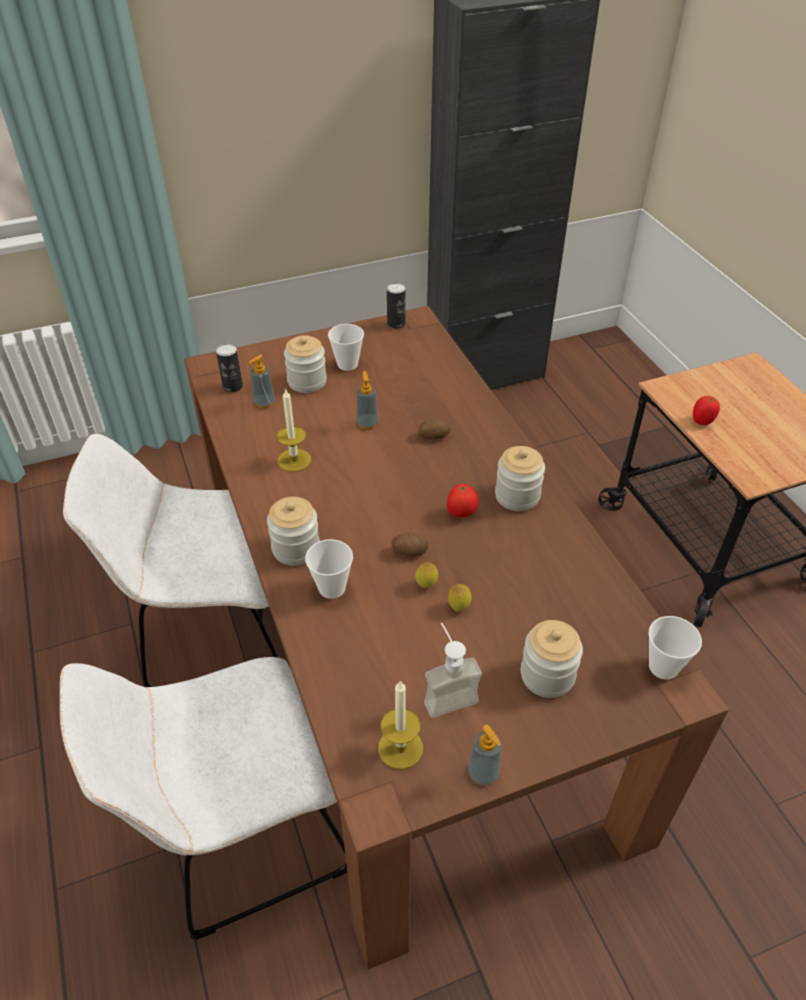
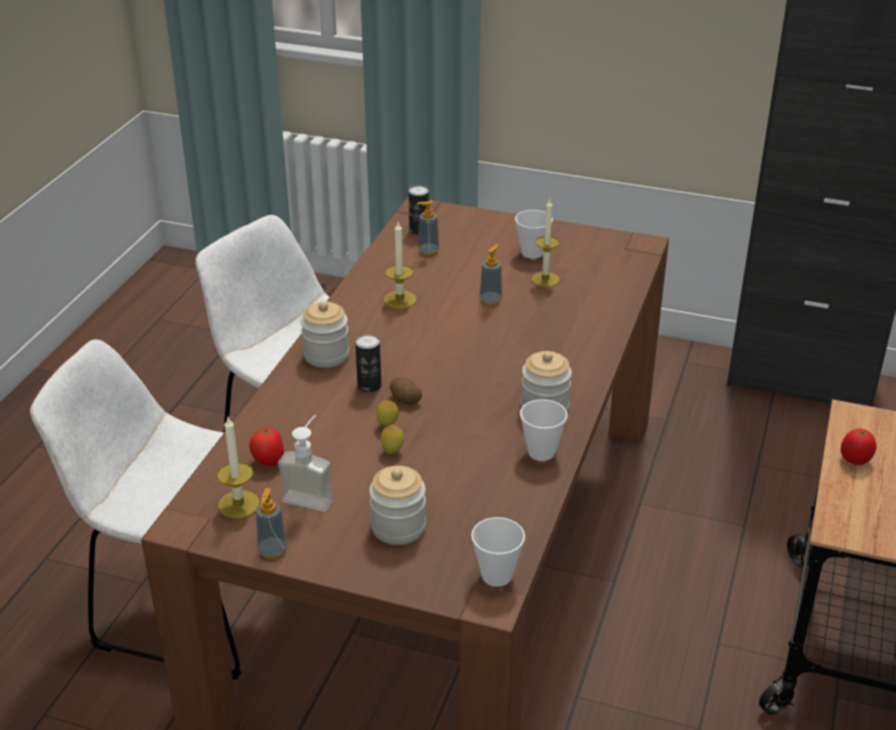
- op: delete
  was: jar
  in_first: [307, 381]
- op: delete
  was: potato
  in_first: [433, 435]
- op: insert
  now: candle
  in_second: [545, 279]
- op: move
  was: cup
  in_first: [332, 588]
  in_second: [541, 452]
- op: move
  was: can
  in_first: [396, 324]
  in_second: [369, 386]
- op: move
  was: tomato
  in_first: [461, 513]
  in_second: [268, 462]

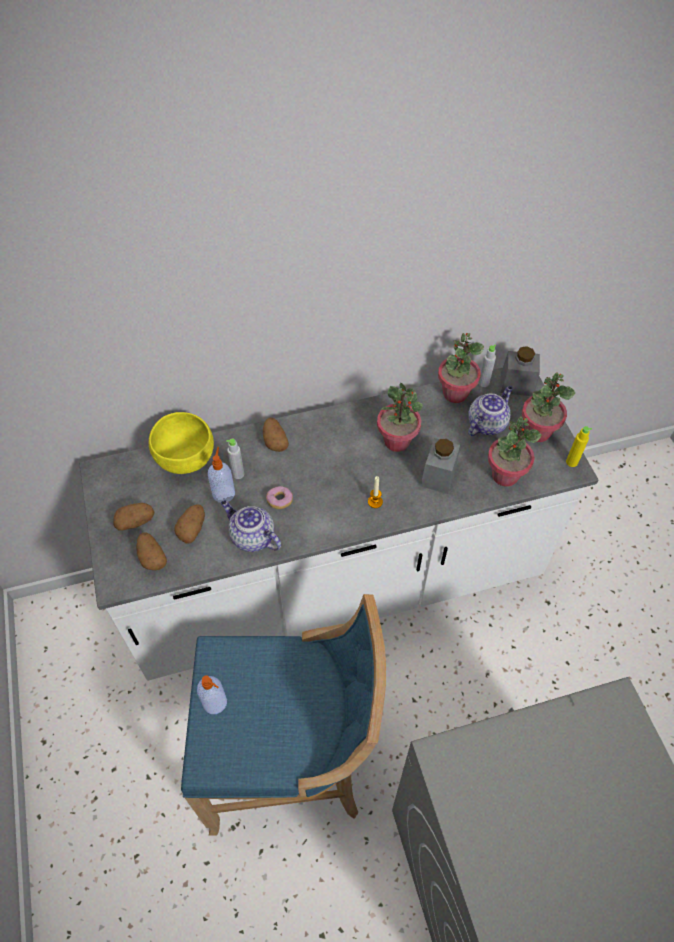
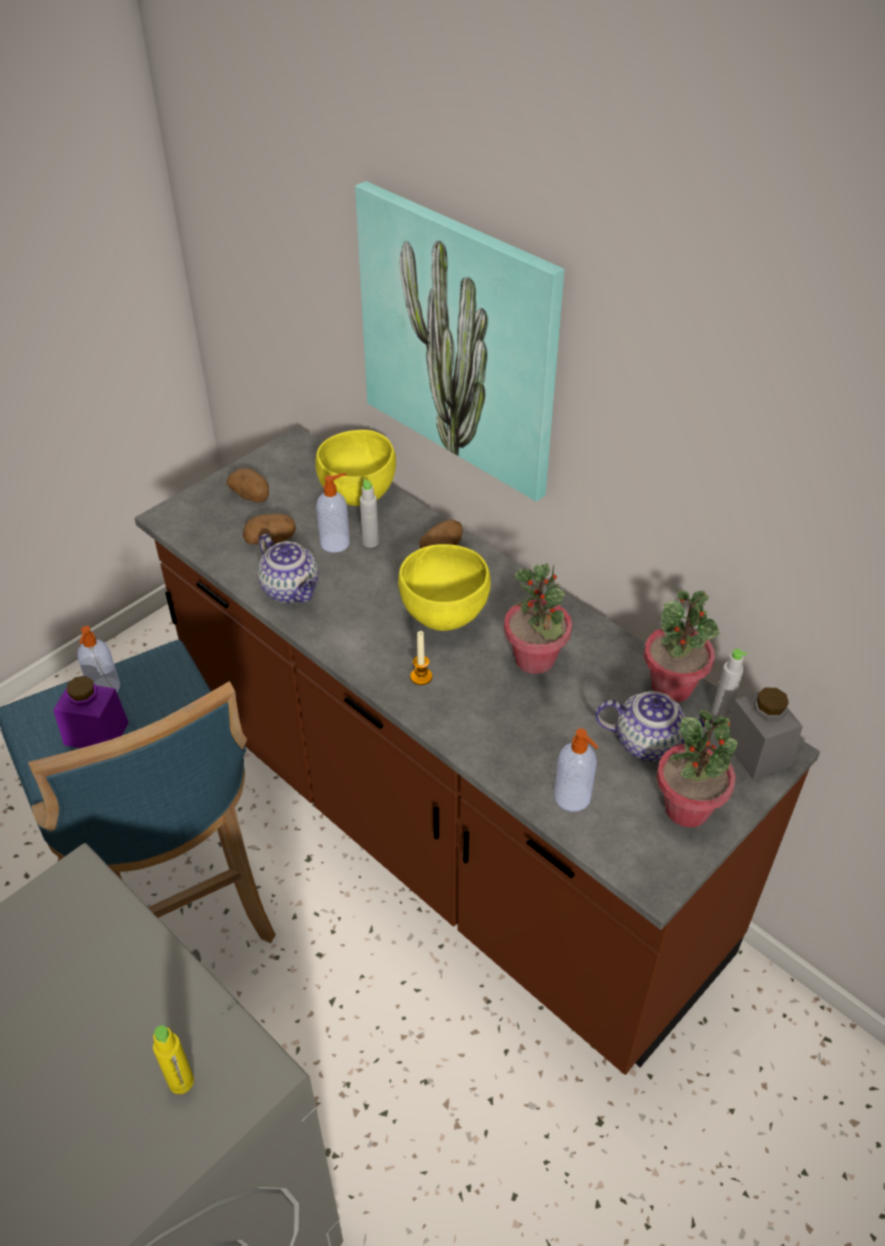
- op: delete
  was: potato
  in_first: [152, 557]
- op: delete
  was: donut
  in_first: [279, 501]
- op: delete
  was: grey jar
  in_first: [438, 475]
- op: insert
  now: purple jar
  in_second: [96, 733]
- op: insert
  now: picture
  in_second: [458, 341]
- op: insert
  now: yellow bowl
  in_second: [443, 615]
- op: move
  was: yellow bottle
  in_first: [571, 462]
  in_second: [181, 1082]
- op: replace
  was: potted plant
  now: soap dispenser
  in_first: [504, 475]
  in_second: [573, 798]
- op: recolor
  was: white counter
  now: brown counter
  in_first: [337, 584]
  in_second: [442, 832]
- op: rotate
  was: teapot
  in_first: [251, 537]
  in_second: [292, 590]
  clockwise: 135

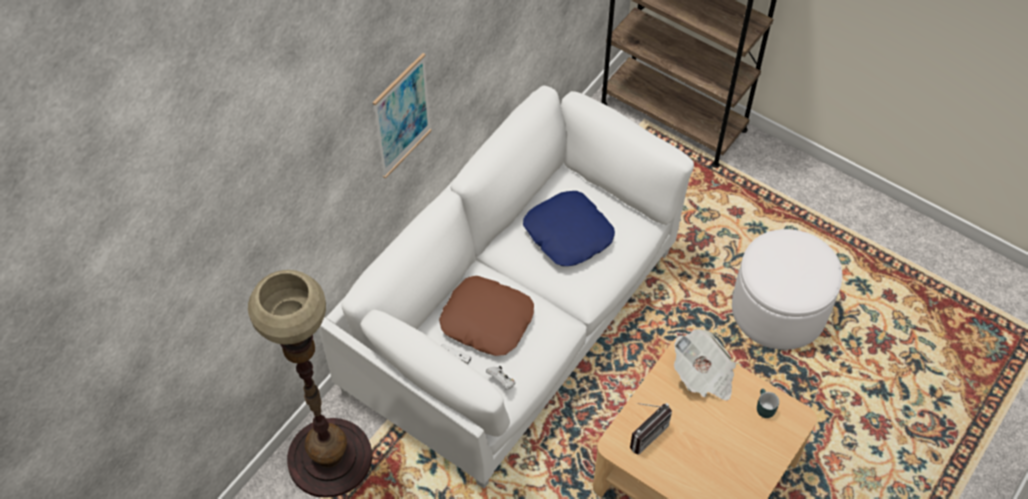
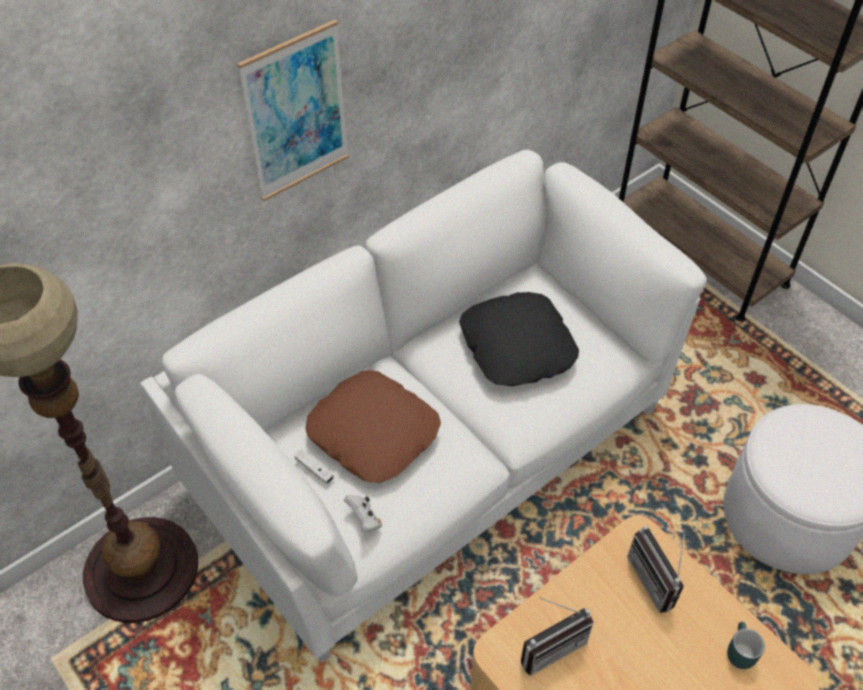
- op: replace
  was: newspaper
  now: radio
  in_first: [703, 375]
  in_second: [657, 580]
- op: recolor
  was: blue pillow
  now: black pillow
  in_first: [568, 234]
  in_second: [516, 347]

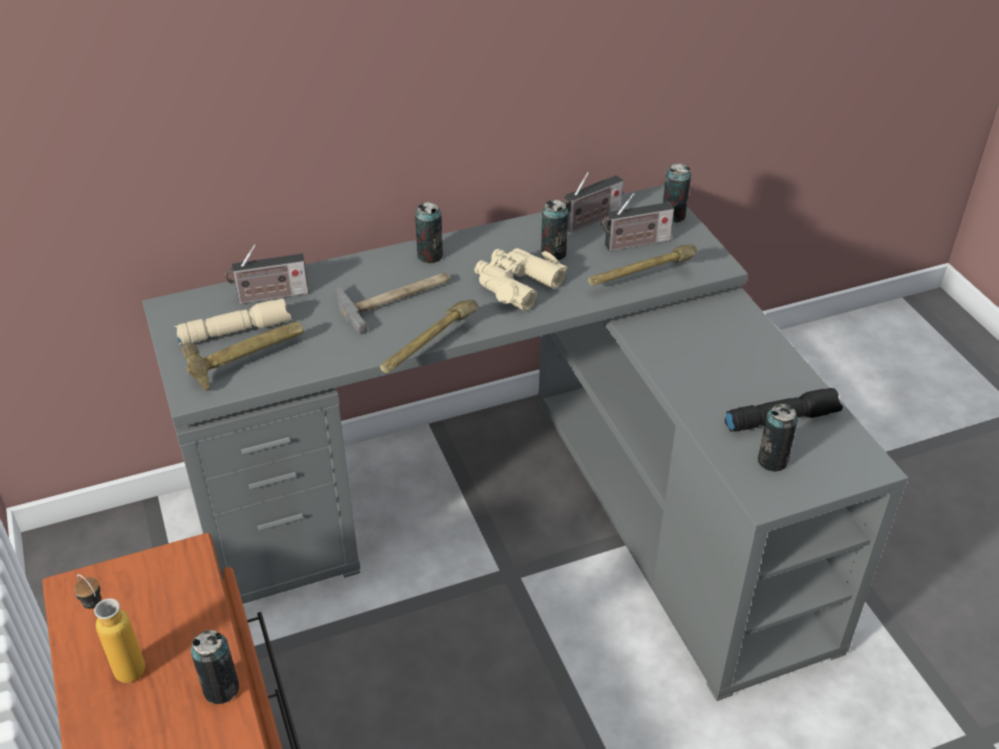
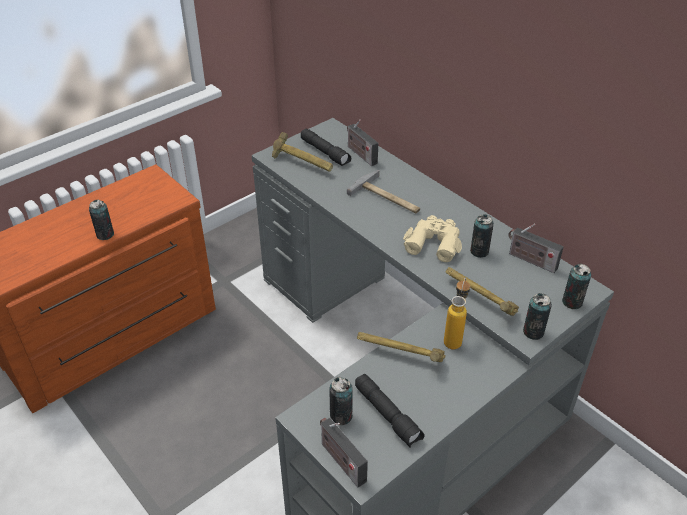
- op: move
  was: bottle
  in_first: [122, 663]
  in_second: [454, 338]
- op: move
  was: hammer
  in_first: [427, 350]
  in_second: [400, 355]
- op: move
  was: can
  in_first: [430, 256]
  in_second: [533, 332]
- op: move
  was: radio
  in_first: [634, 244]
  in_second: [341, 460]
- op: recolor
  was: beige flashlight
  now: black flashlight
  in_first: [236, 330]
  in_second: [325, 152]

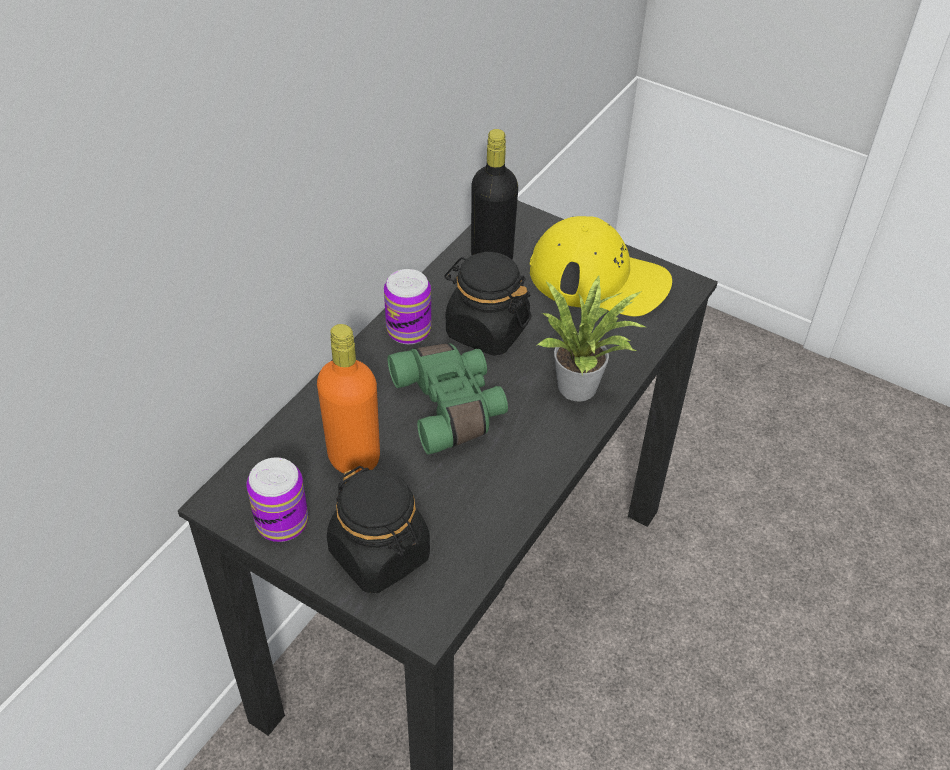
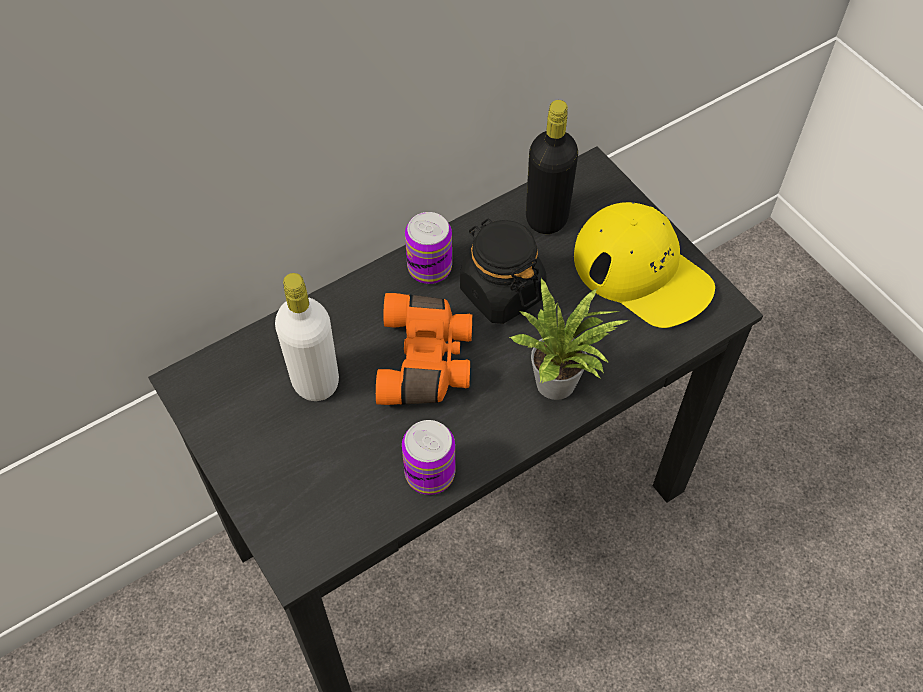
- op: delete
  was: black jar
  in_first: [380, 554]
- op: move
  was: can
  in_first: [282, 522]
  in_second: [430, 474]
- op: recolor
  was: orange bottle
  now: white bottle
  in_first: [354, 458]
  in_second: [315, 381]
- op: recolor
  was: green binoculars
  now: orange binoculars
  in_first: [451, 406]
  in_second: [427, 361]

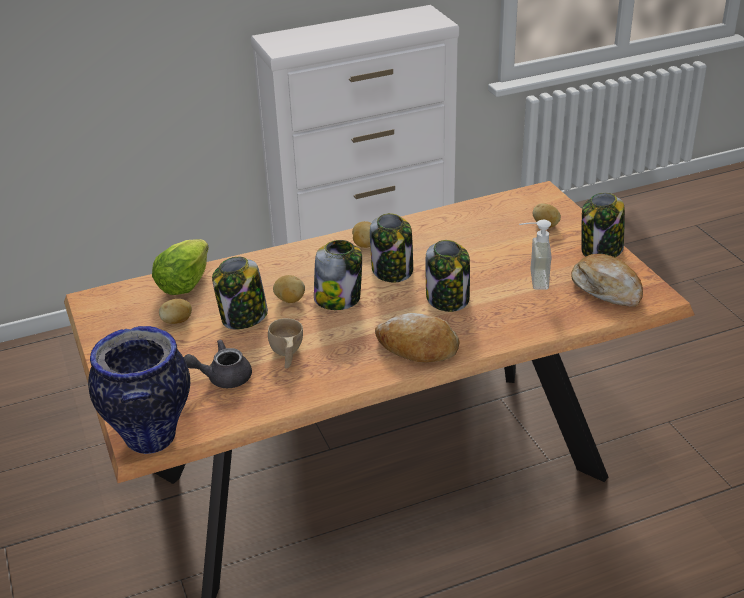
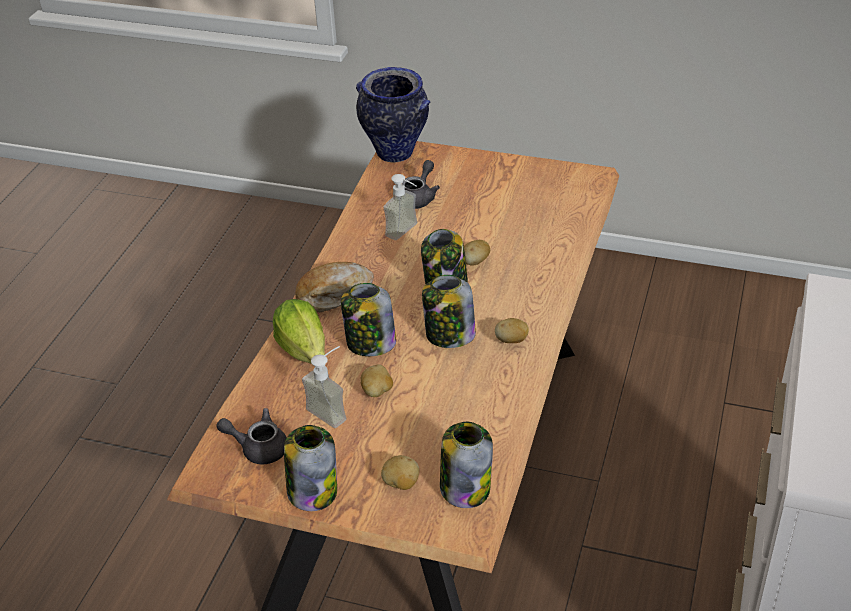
- op: move
  was: lettuce
  in_first: [184, 284]
  in_second: [304, 349]
- op: move
  was: potato
  in_first: [177, 321]
  in_second: [377, 391]
- op: move
  was: jar
  in_first: [243, 317]
  in_second: [465, 487]
- op: replace
  was: beige cup
  now: soap dispenser
  in_first: [286, 355]
  in_second: [407, 232]
- op: replace
  was: bread
  now: grey teapot
  in_first: [606, 289]
  in_second: [258, 448]

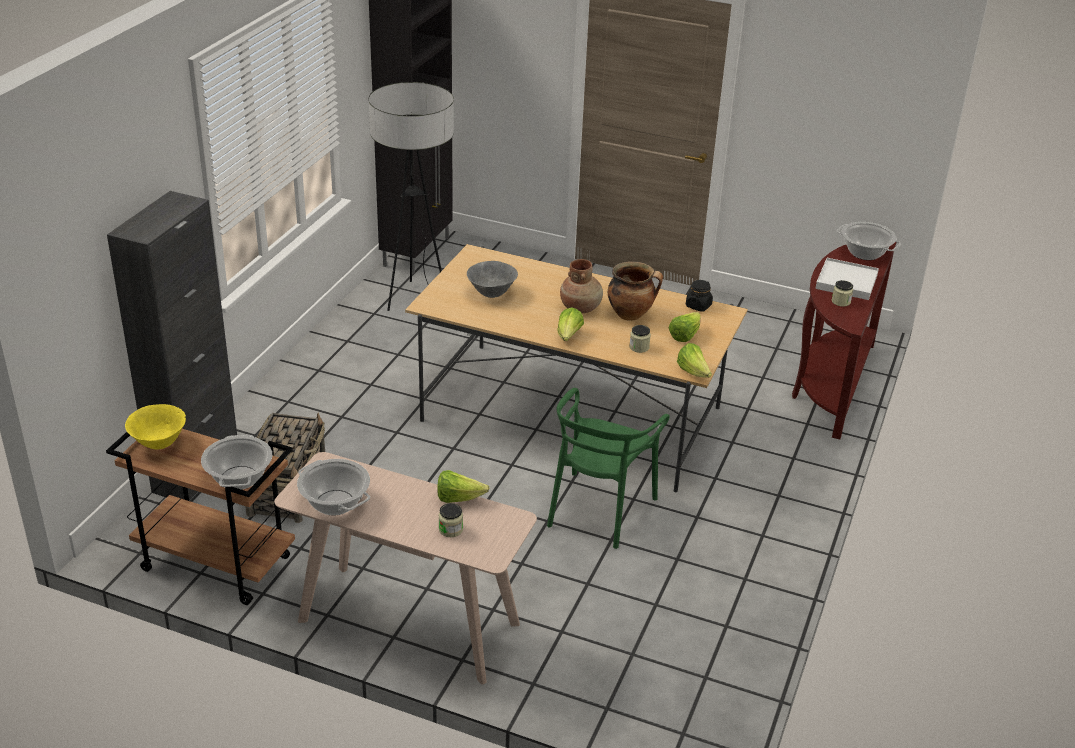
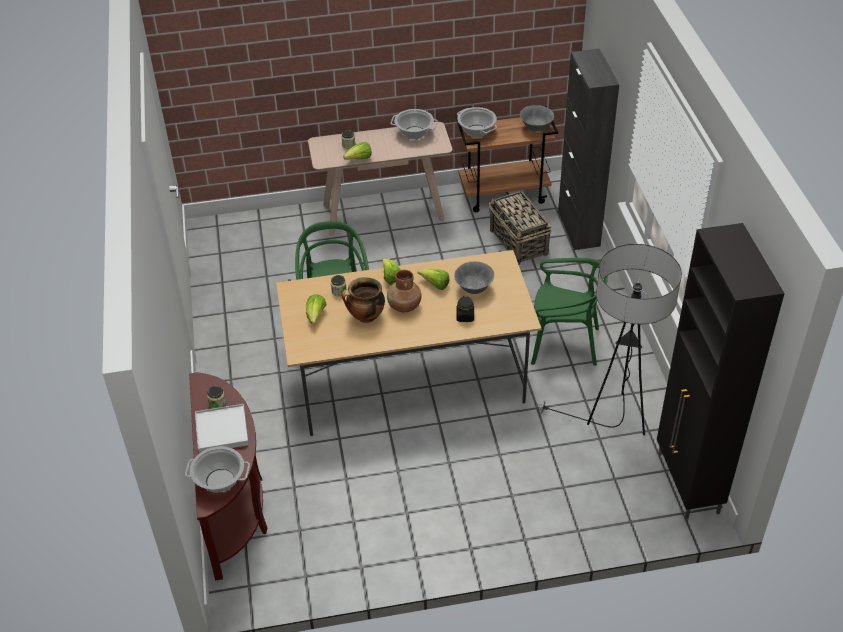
- op: insert
  now: green chair
  in_second: [564, 343]
- op: move
  was: lettuce
  in_first: [693, 372]
  in_second: [435, 285]
- op: move
  was: black jar
  in_first: [698, 306]
  in_second: [465, 317]
- op: recolor
  was: yellow bowl
  now: grey bowl
  in_first: [159, 443]
  in_second: [536, 128]

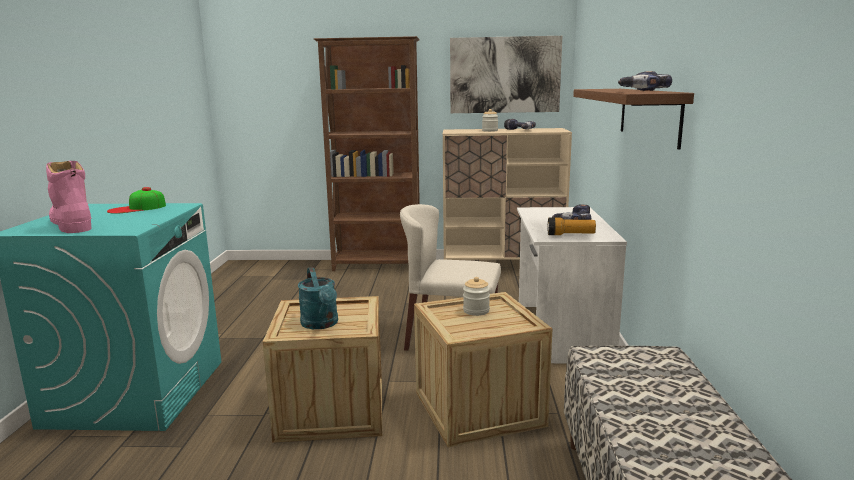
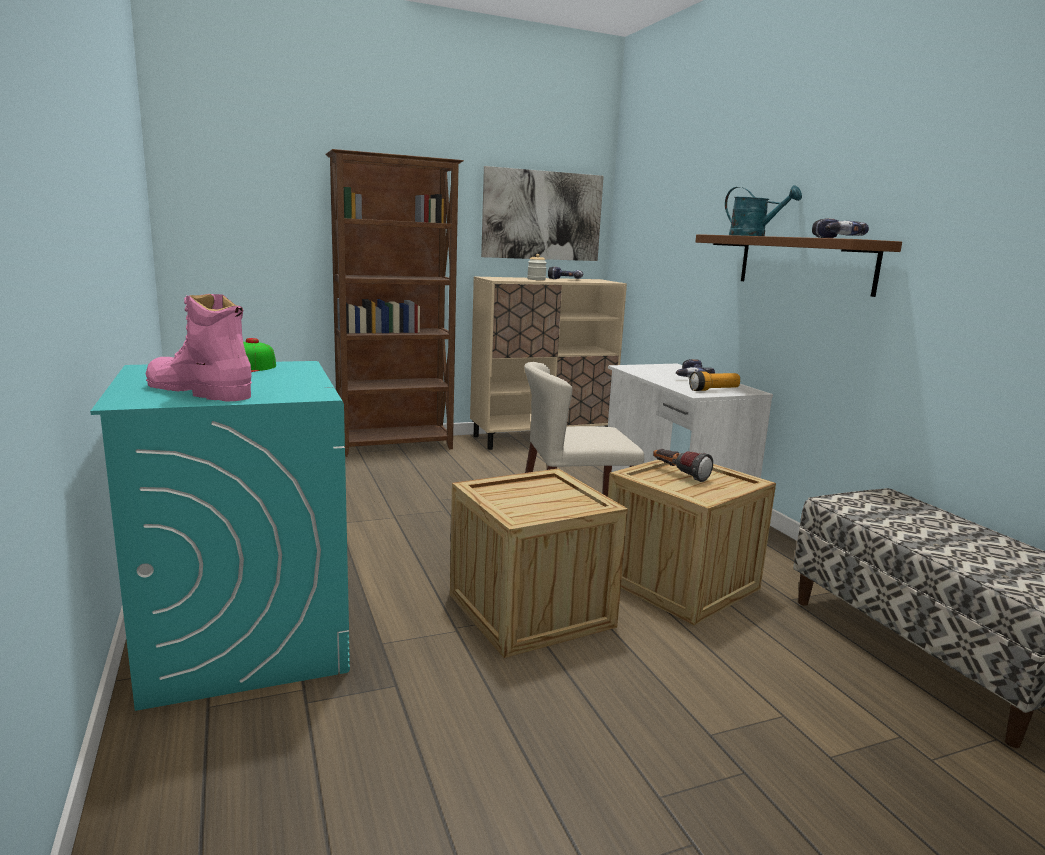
- op: move
  was: turquoise watering can
  in_first: [321, 324]
  in_second: [753, 236]
- op: replace
  was: jar
  now: flashlight
  in_first: [476, 311]
  in_second: [679, 474]

